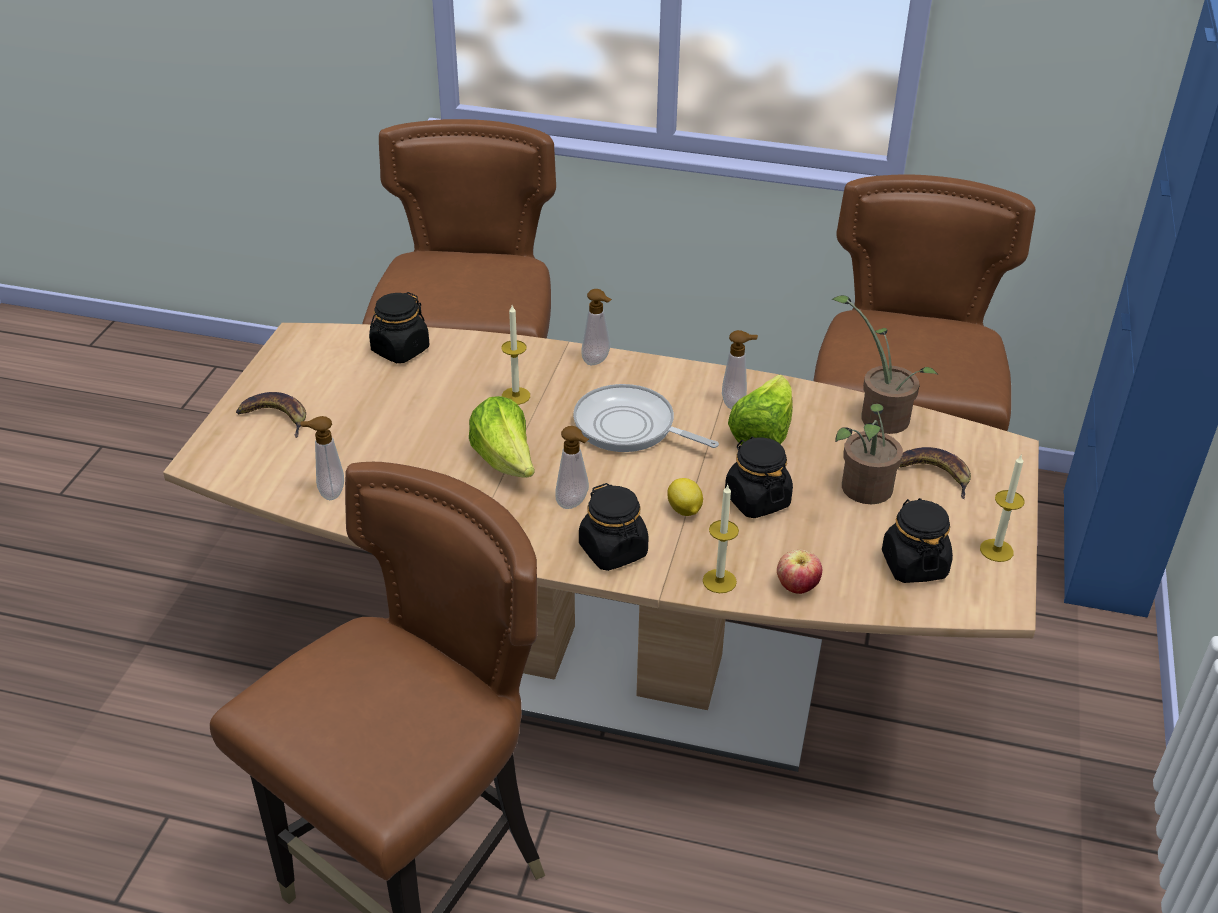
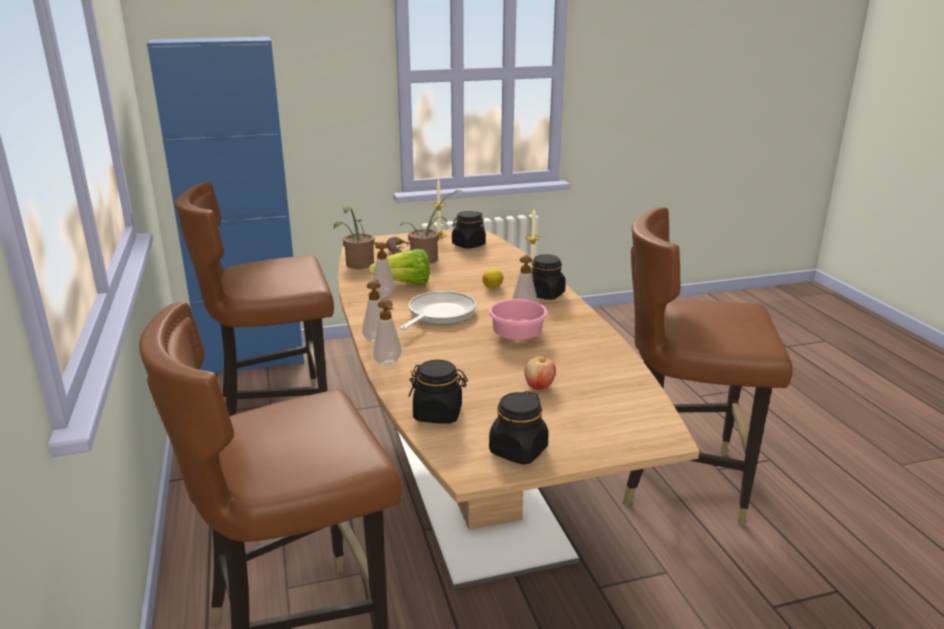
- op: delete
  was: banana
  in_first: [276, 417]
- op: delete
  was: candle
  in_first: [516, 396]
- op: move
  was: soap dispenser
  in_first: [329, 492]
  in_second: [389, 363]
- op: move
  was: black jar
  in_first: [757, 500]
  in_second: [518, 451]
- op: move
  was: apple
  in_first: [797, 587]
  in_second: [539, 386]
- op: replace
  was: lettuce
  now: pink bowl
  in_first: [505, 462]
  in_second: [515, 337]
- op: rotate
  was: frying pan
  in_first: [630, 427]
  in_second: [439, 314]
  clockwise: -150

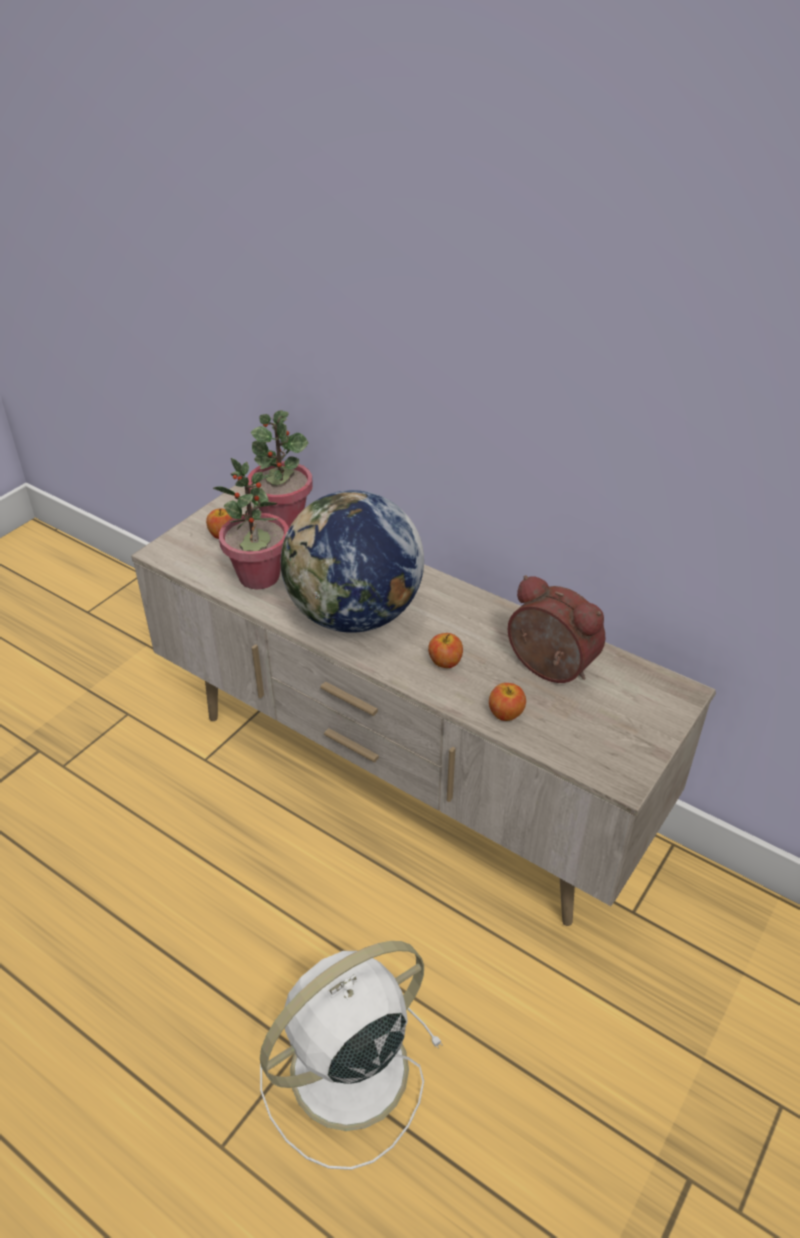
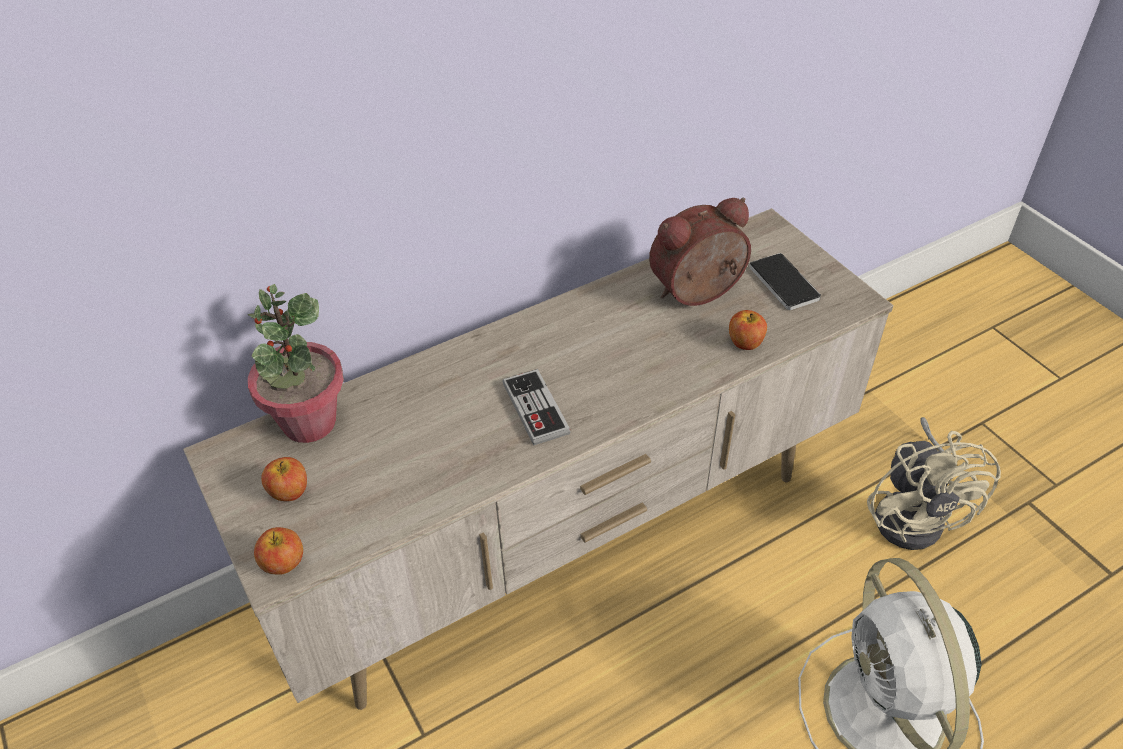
- op: delete
  was: potted plant
  in_first: [259, 577]
- op: insert
  now: phone
  in_second: [784, 283]
- op: insert
  now: beige fan
  in_second: [915, 514]
- op: move
  was: apple
  in_first: [445, 662]
  in_second: [283, 563]
- op: replace
  was: globe
  now: game controller
  in_first: [354, 615]
  in_second: [535, 409]

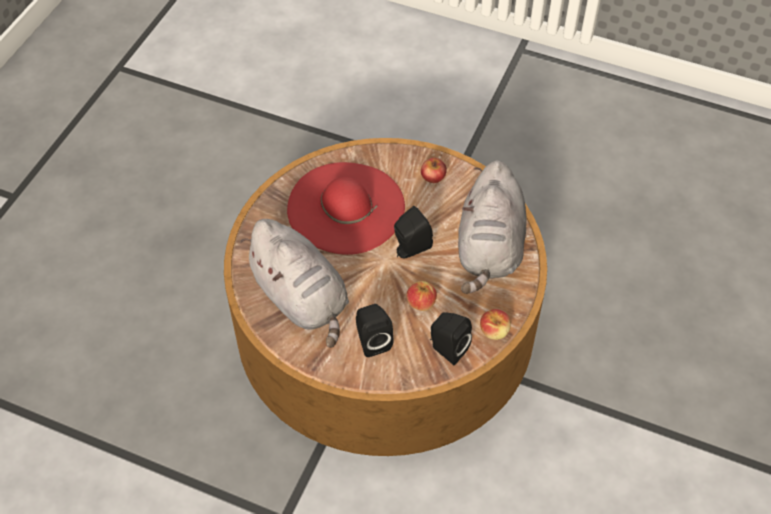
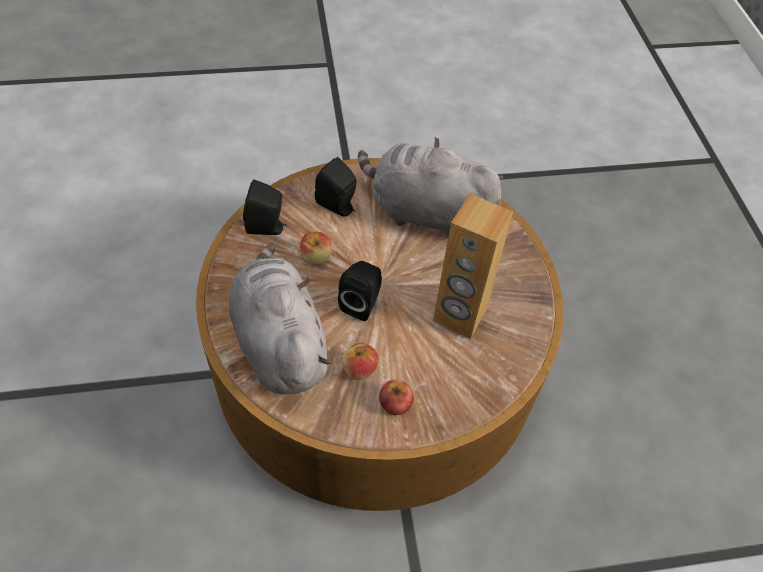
- op: move
  was: apple
  in_first: [494, 331]
  in_second: [359, 369]
- op: replace
  was: red hat
  now: brown speaker
  in_first: [346, 207]
  in_second: [459, 316]

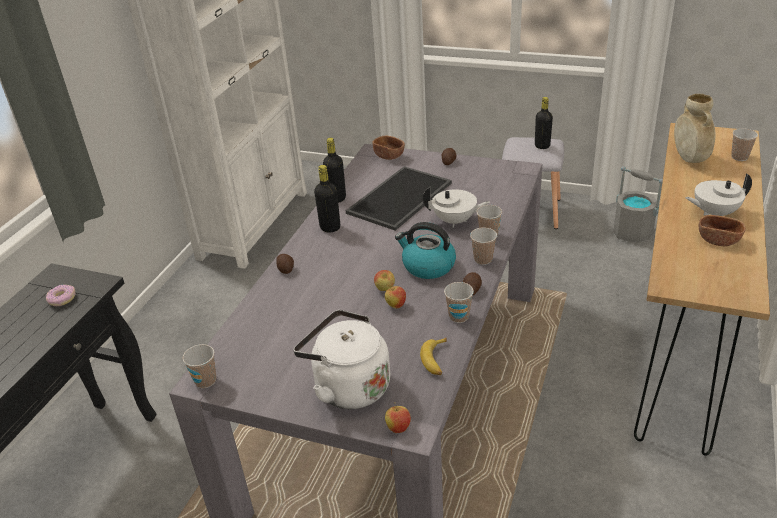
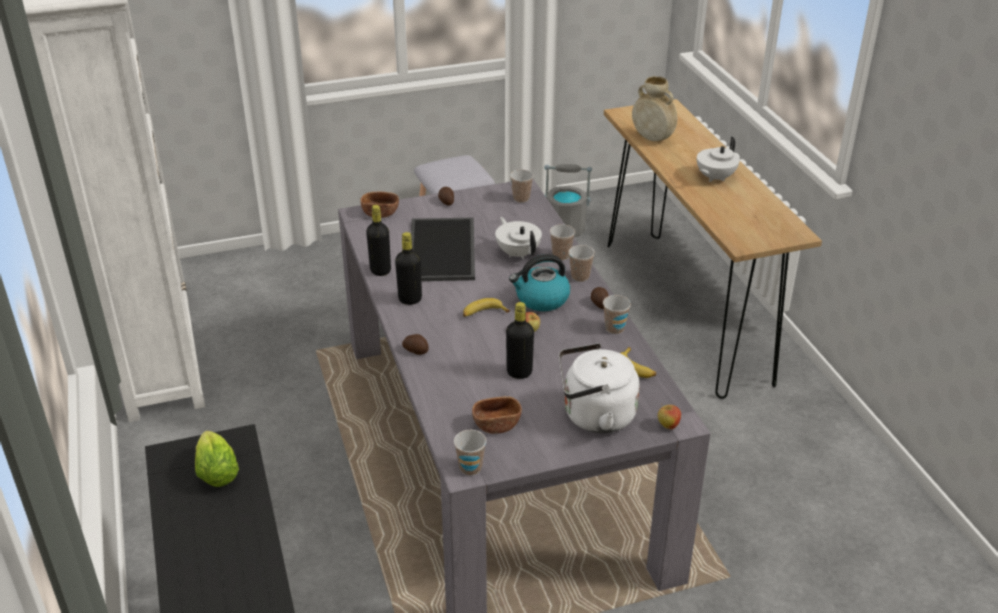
- op: delete
  was: apple
  in_first: [396, 305]
- op: insert
  now: banana
  in_second: [483, 313]
- op: move
  was: black bottle
  in_first: [542, 146]
  in_second: [519, 372]
- op: move
  was: brown bowl
  in_first: [718, 240]
  in_second: [496, 425]
- op: move
  was: cup
  in_first: [739, 157]
  in_second: [521, 198]
- op: replace
  was: donut
  now: lettuce
  in_first: [62, 299]
  in_second: [216, 470]
- op: rotate
  was: white teapot
  in_first: [455, 221]
  in_second: [518, 253]
  clockwise: -90

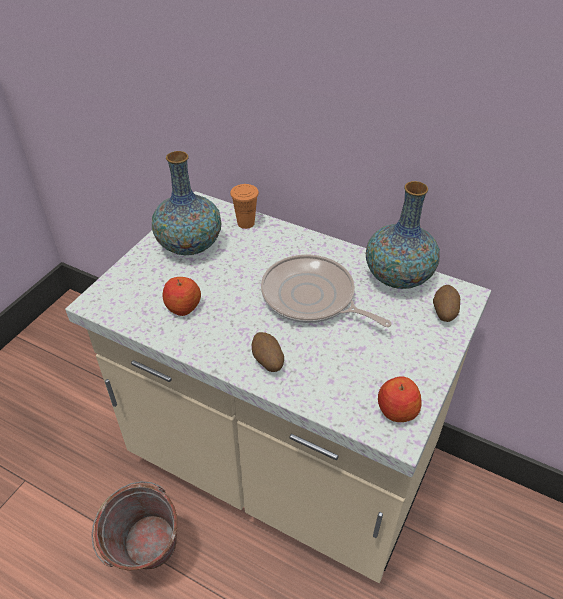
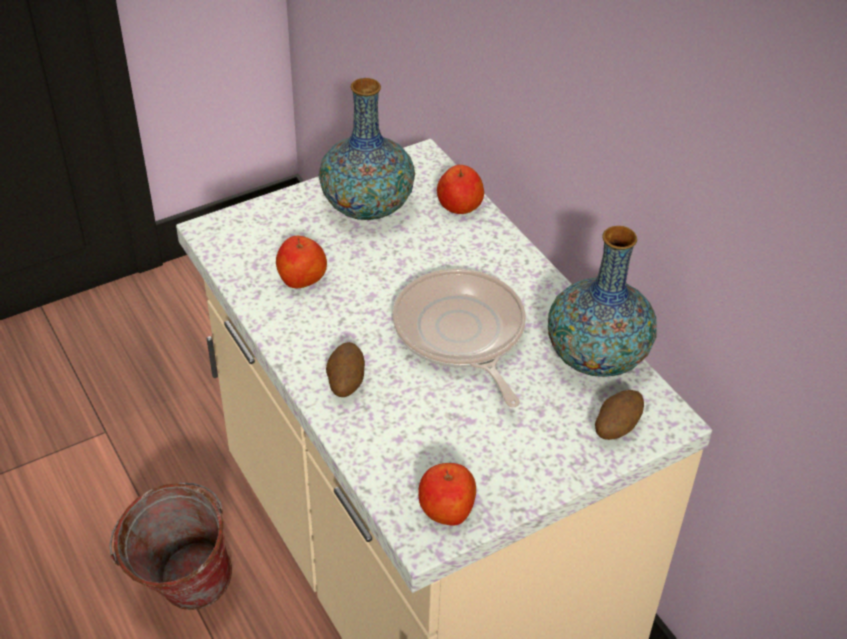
- op: replace
  was: orange cup
  now: apple
  in_first: [246, 223]
  in_second: [459, 206]

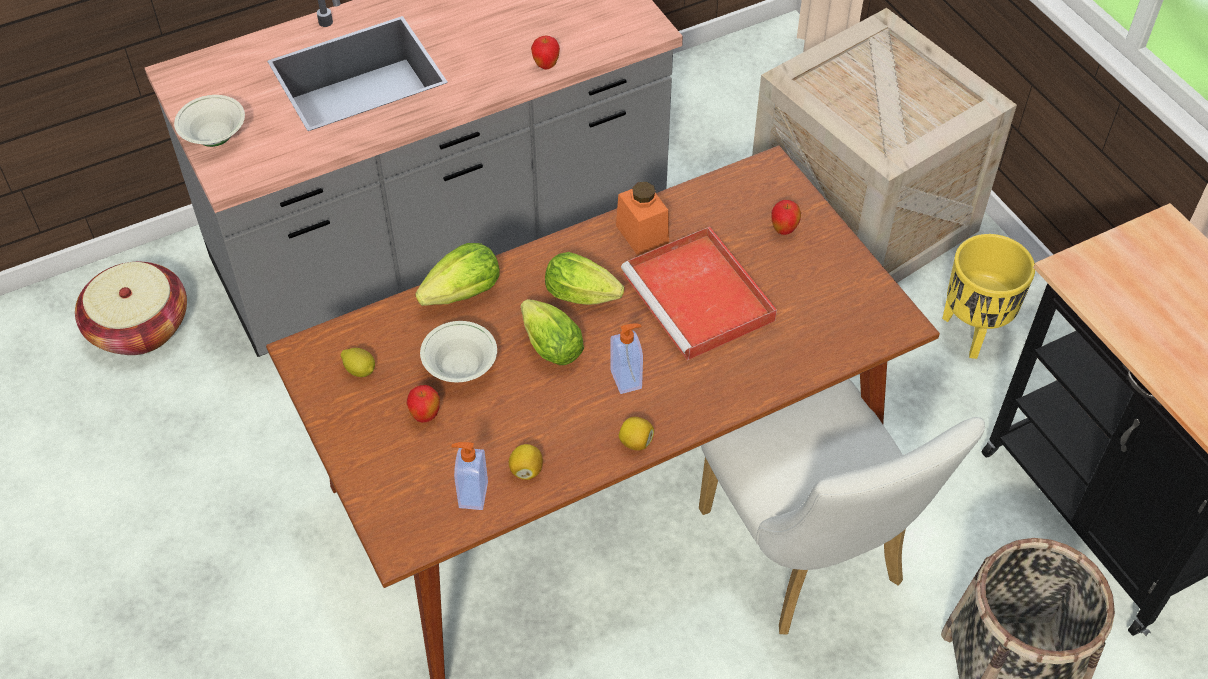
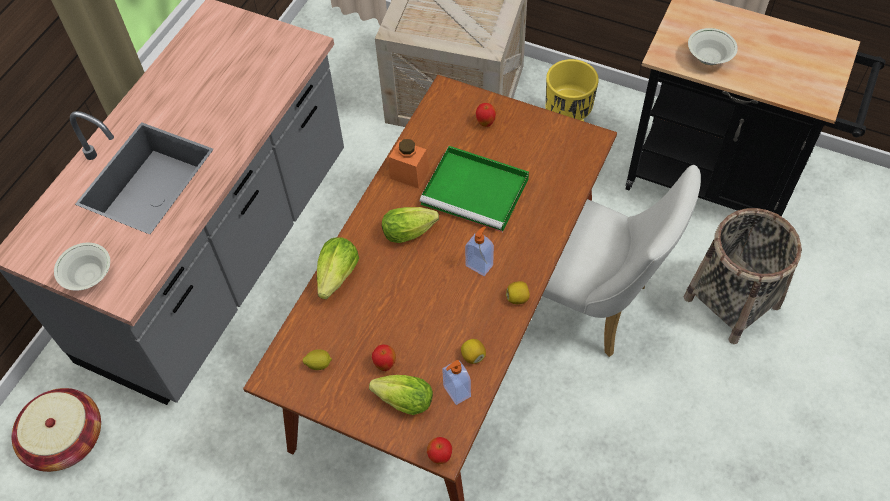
- op: move
  was: white bowl
  in_first: [460, 368]
  in_second: [708, 59]
- op: move
  was: lettuce
  in_first: [548, 344]
  in_second: [401, 400]
- op: move
  was: apple
  in_first: [546, 66]
  in_second: [440, 457]
- op: recolor
  was: red tray
  now: green tray
  in_first: [700, 298]
  in_second: [477, 191]

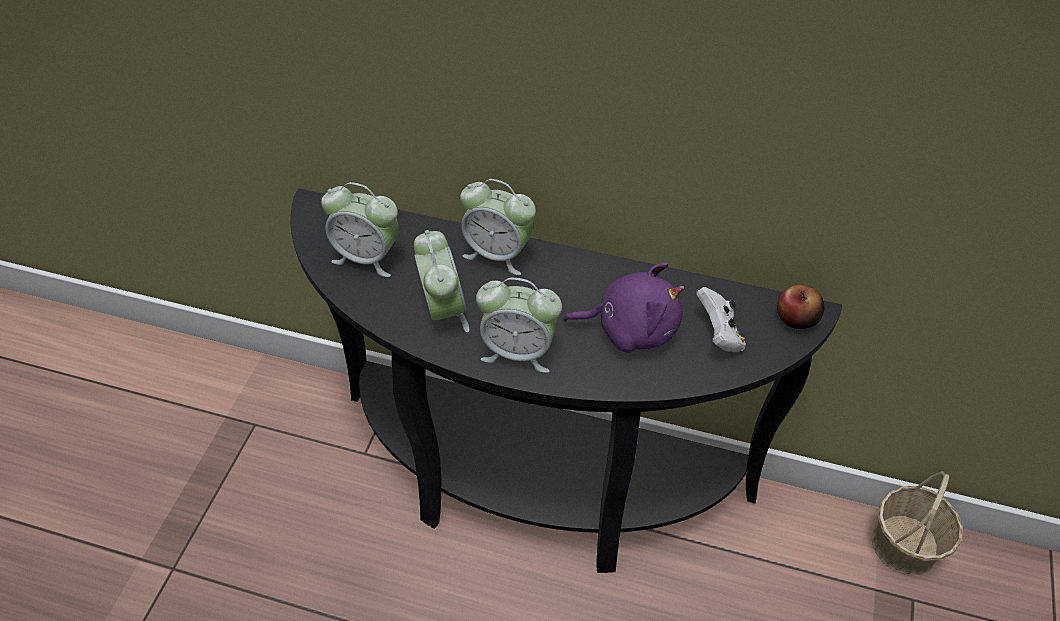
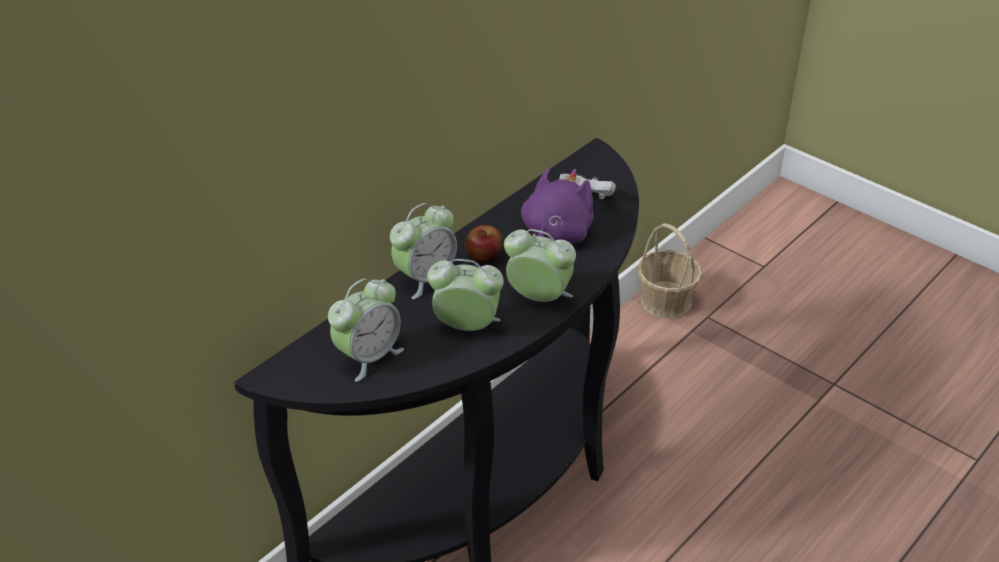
- op: move
  was: apple
  in_first: [796, 318]
  in_second: [485, 256]
- op: rotate
  was: alarm clock
  in_first: [519, 351]
  in_second: [539, 298]
  clockwise: -105

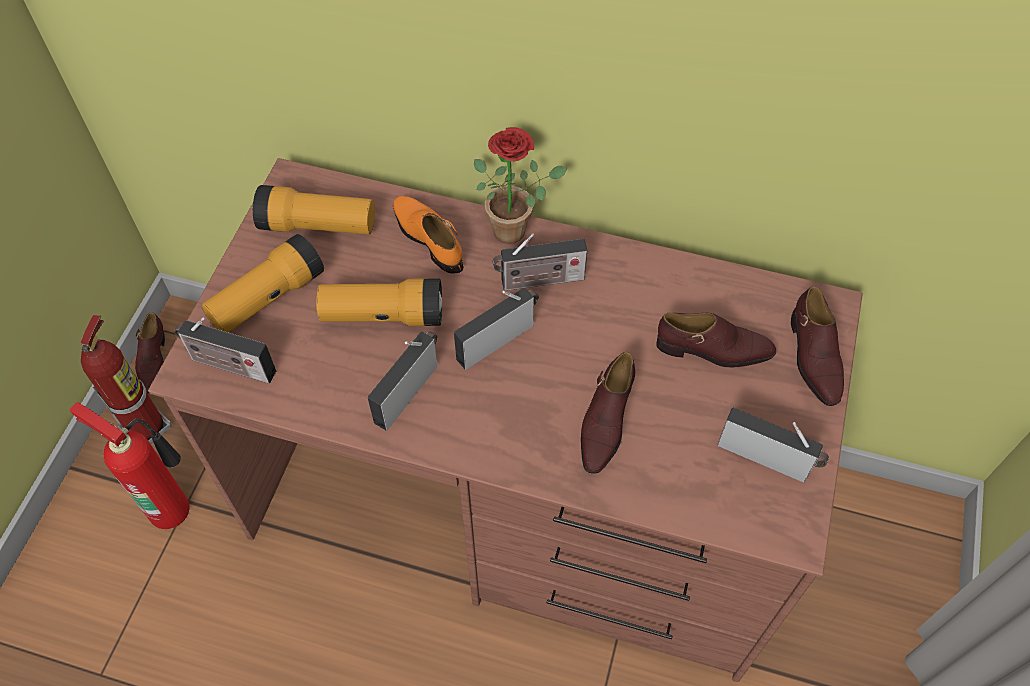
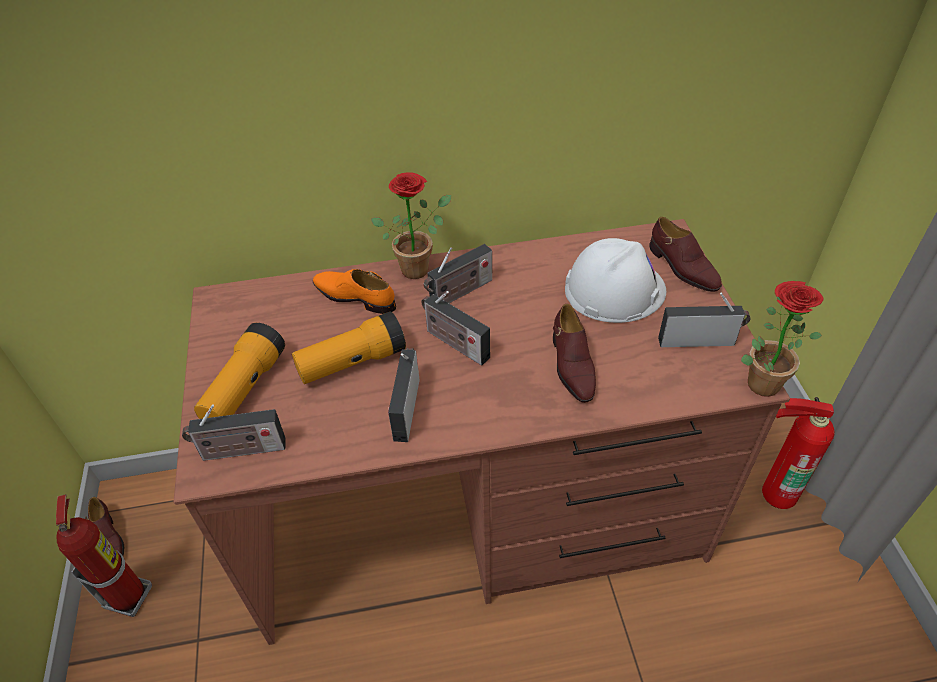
- op: delete
  was: flashlight
  in_first: [318, 226]
- op: insert
  now: potted plant
  in_second: [760, 378]
- op: move
  was: fire extinguisher
  in_first: [169, 505]
  in_second: [775, 491]
- op: replace
  was: brown shoe
  now: white hard hat
  in_first: [714, 350]
  in_second: [614, 289]
- op: rotate
  was: radio
  in_first: [498, 339]
  in_second: [454, 343]
  clockwise: -75

